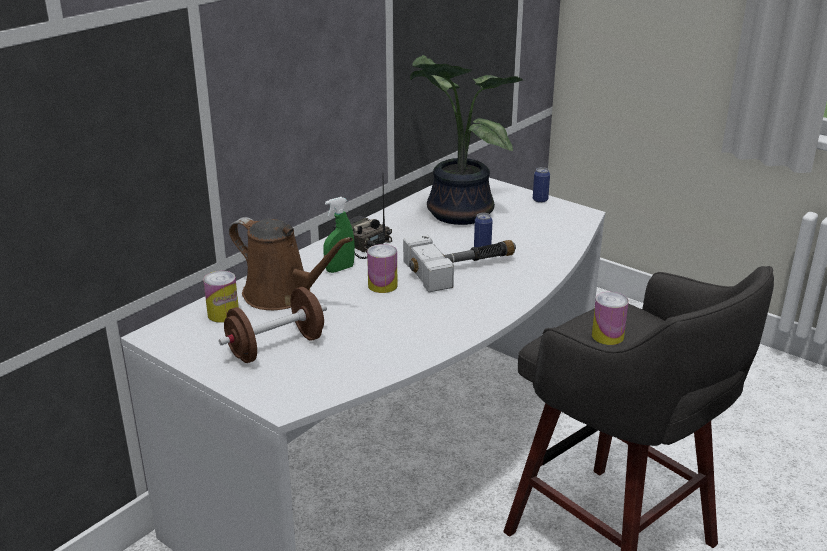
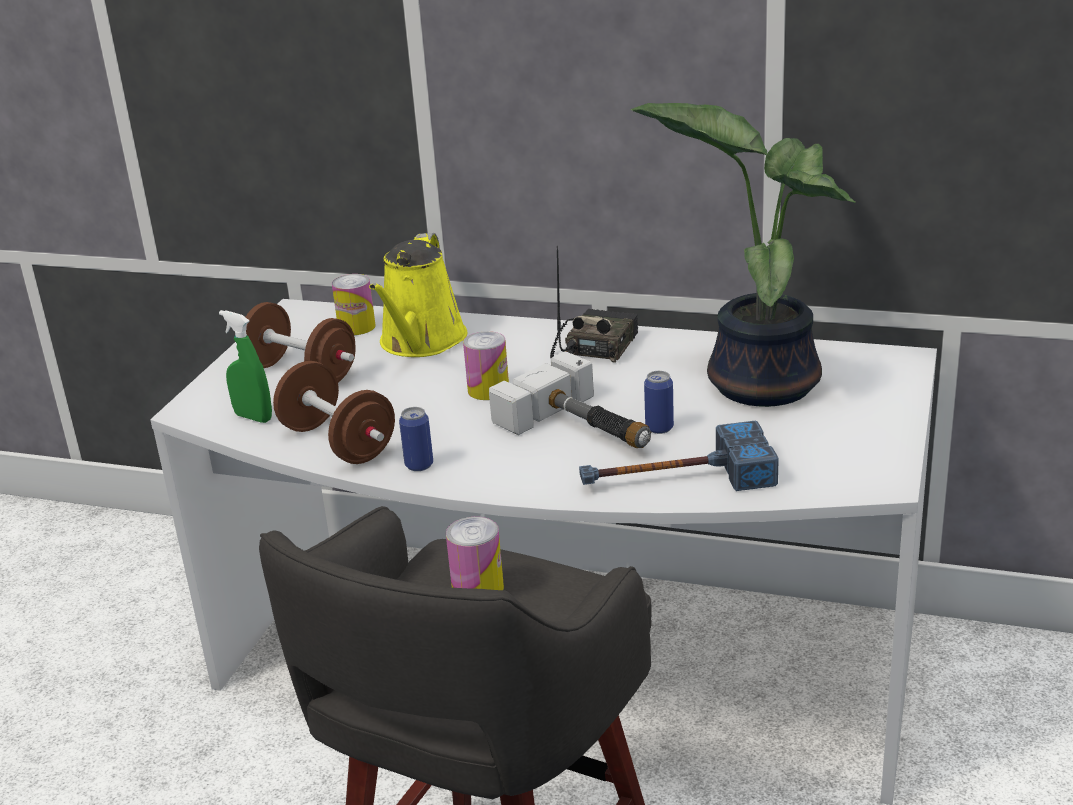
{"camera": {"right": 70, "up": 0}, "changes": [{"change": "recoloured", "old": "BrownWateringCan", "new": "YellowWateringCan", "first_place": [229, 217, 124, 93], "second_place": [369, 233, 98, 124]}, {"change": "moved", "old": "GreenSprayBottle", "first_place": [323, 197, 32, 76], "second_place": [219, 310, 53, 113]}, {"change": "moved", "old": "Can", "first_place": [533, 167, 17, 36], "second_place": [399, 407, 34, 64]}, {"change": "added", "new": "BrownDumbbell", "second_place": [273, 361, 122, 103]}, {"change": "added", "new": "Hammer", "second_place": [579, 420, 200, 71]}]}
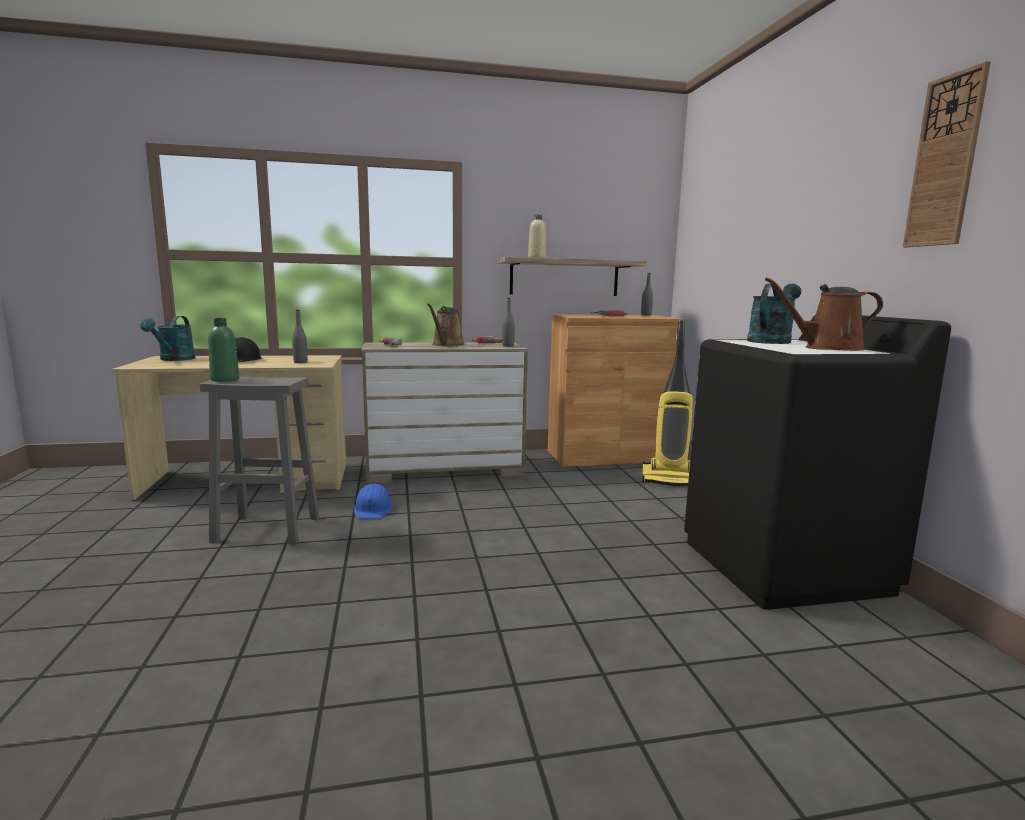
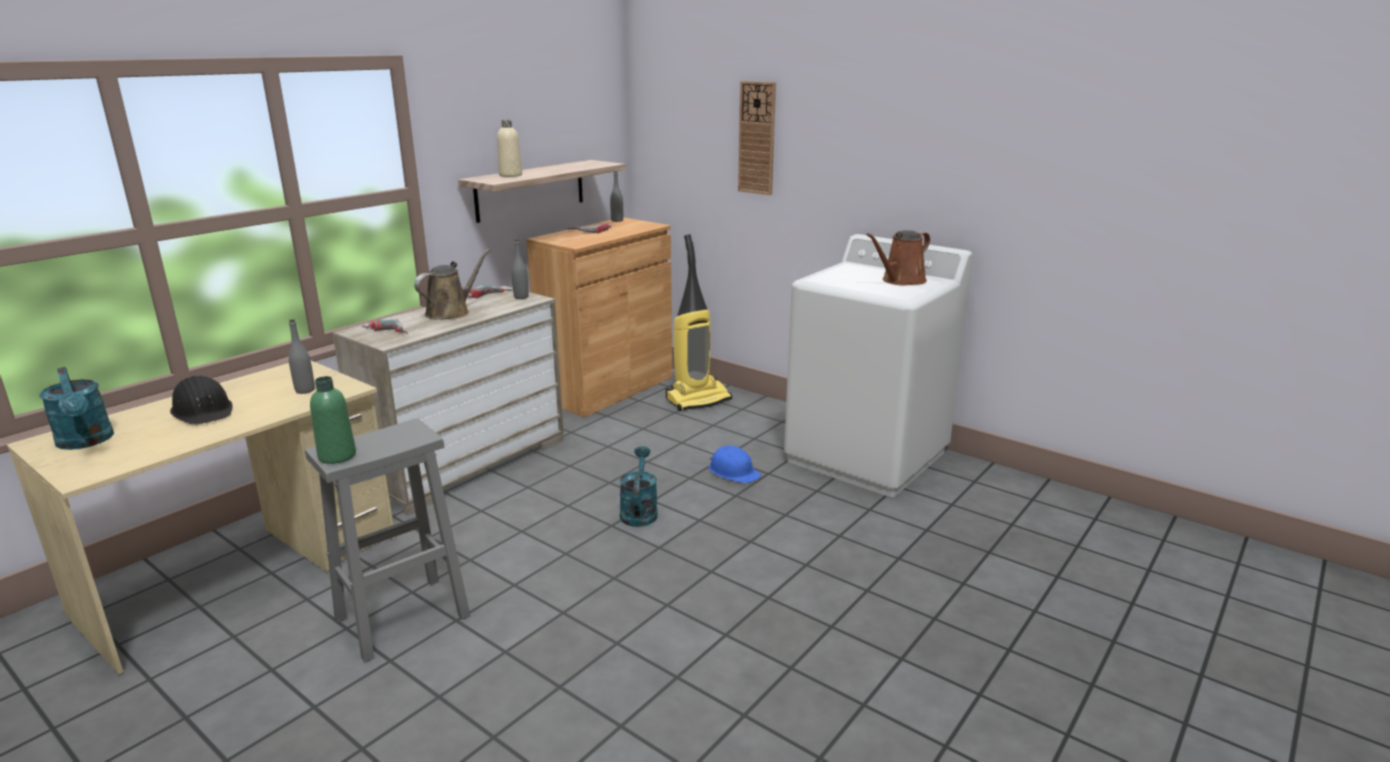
{"camera": {"right": -40, "up": 10}, "changes": [{"change": "moved", "old": "BlueHardHat", "first_place": [354, 483, 39, 35], "second_place": [709, 445, 52, 38]}, {"change": "turned", "old": "BrownWateringCan", "first_place": [427, 304, 38, 42], "second_place": [414, 249, 76, 71], "degrees": -120}, {"change": "recoloured", "old": "BlackWashingMachine", "new": "WhiteWashingMachine", "first_place": [684, 314, 267, 296], "second_place": [784, 234, 189, 263]}, {"change": "moved", "old": "TurquoiseWateringCan", "first_place": [747, 283, 54, 61], "second_place": [619, 446, 39, 81]}, {"change": "moved", "old": "WallClock", "first_place": [903, 61, 88, 186], "second_place": [738, 81, 38, 114]}]}
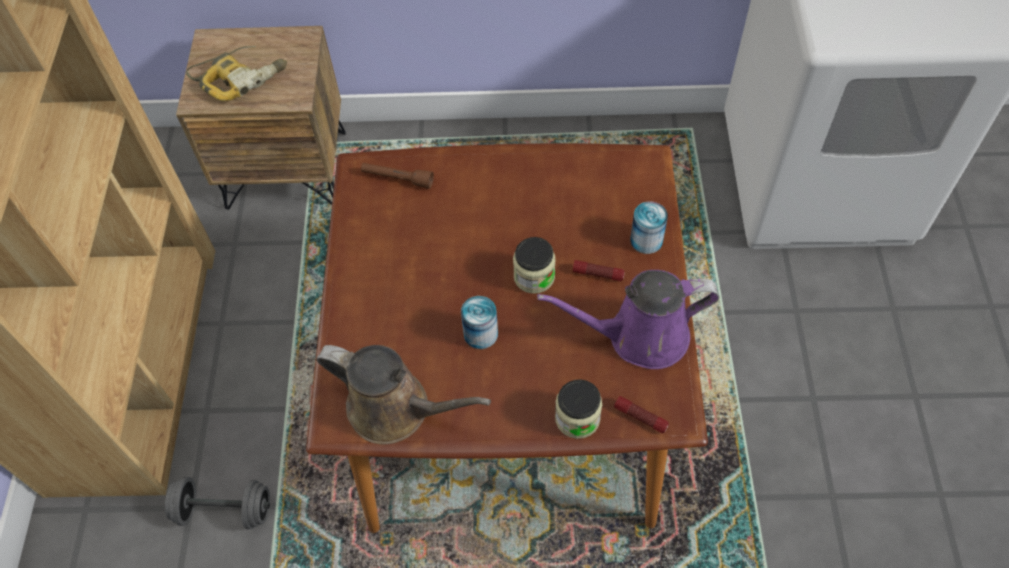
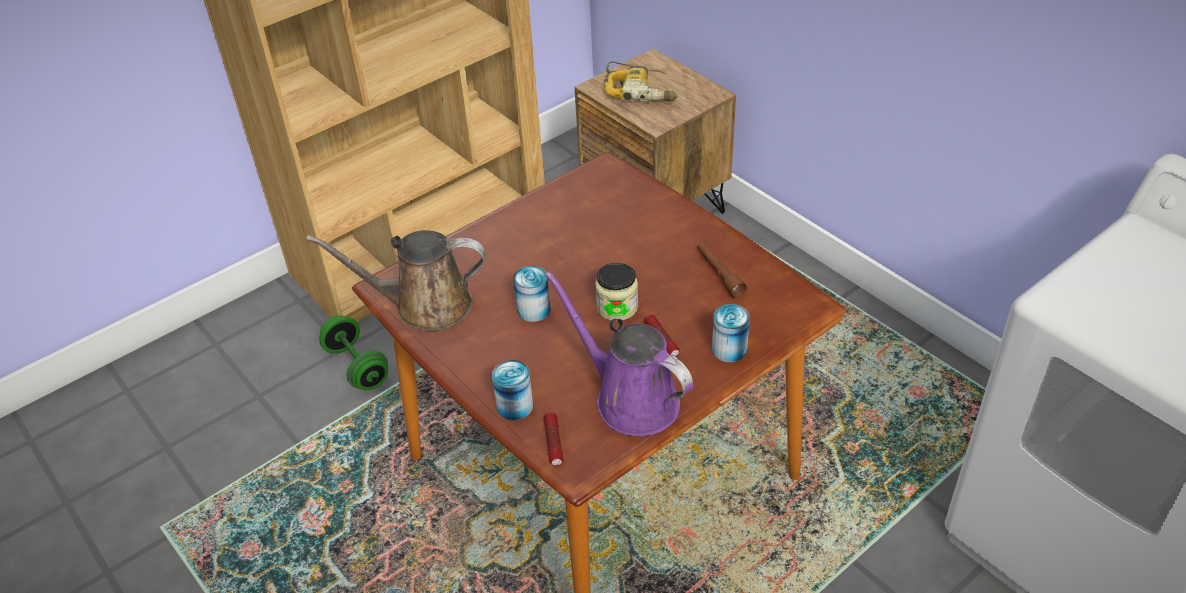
{"camera": {"right": 50, "up": -15}, "changes": [{"change": "recoloured", "old": "GreyDumbbell", "new": "GreenDumbbell", "first_place": [165, 477, 105, 52], "second_place": [319, 315, 69, 75]}, {"change": "turned", "old": "BrownWateringCan", "first_place": [316, 345, 175, 99], "second_place": [306, 230, 179, 101], "degrees": 105}, {"change": "moved", "old": "BrownFlashlight", "first_place": [361, 163, 73, 26], "second_place": [697, 242, 50, 56]}, {"change": "replaced", "old": "Jar", "new": "Can", "first_place": [555, 379, 47, 60], "second_place": [492, 360, 41, 61]}]}
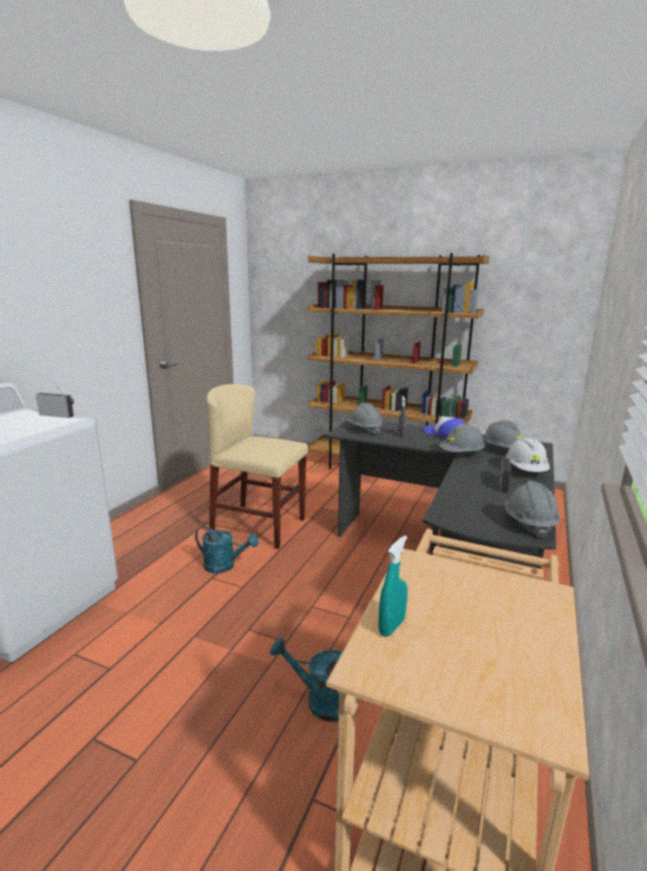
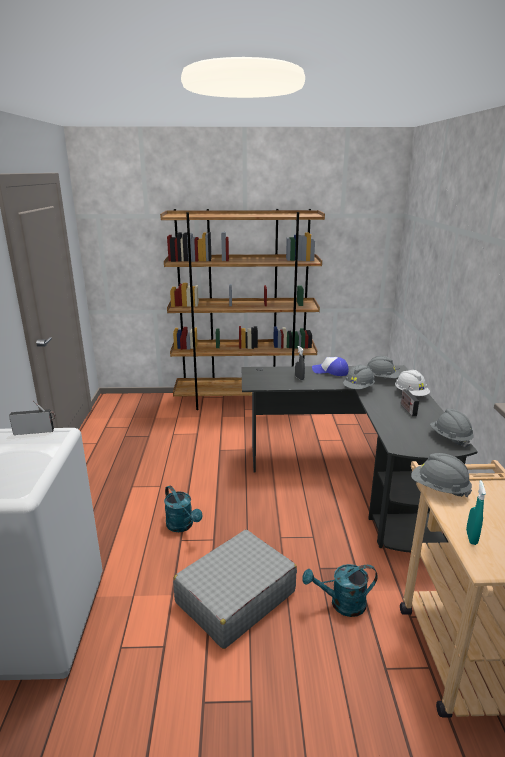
{"camera": {"right": -25, "up": 5}, "changes": [{"change": "turned", "old": "TurquoiseWateringCan", "first_place": [195, 526, 64, 47], "second_place": [164, 485, 38, 47], "degrees": 60}, {"change": "removed", "old": "BeigeChair", "first_place": [207, 384, 101, 165]}, {"change": "moved", "old": "GreyHardHat", "first_place": [347, 403, 36, 32], "second_place": [411, 453, 61, 44]}, {"change": "added", "new": "GreySuitcase", "second_place": [173, 530, 124, 119]}]}
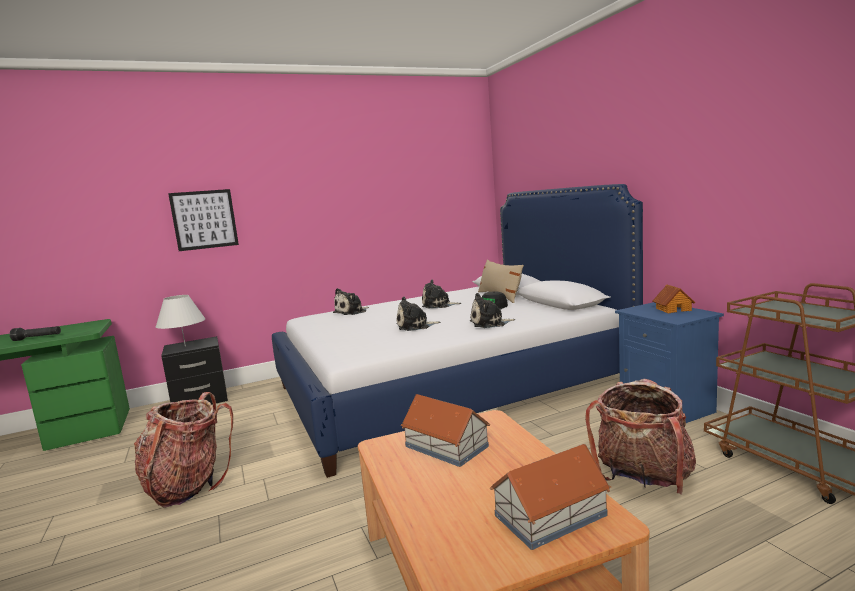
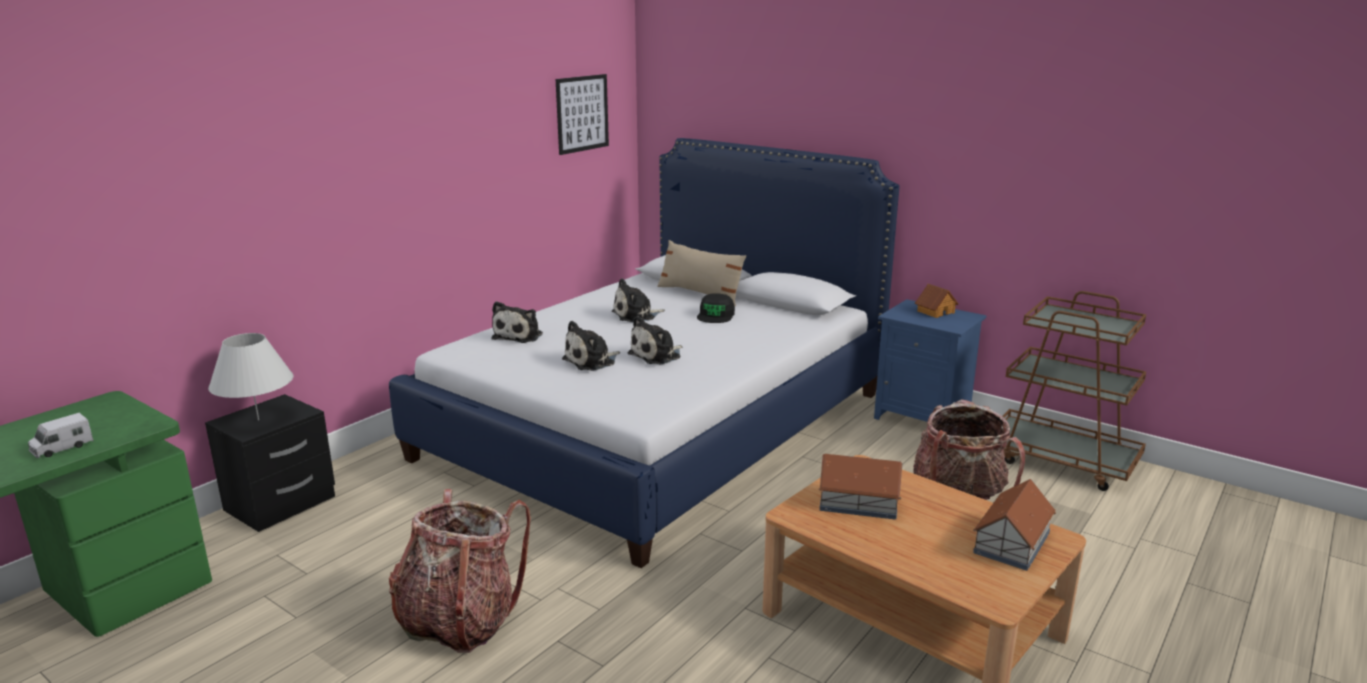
{"camera": {"right": -30, "up": 10}, "changes": [{"change": "replaced", "old": "BlackFlashlight", "new": "ToyTruck", "first_place": [10, 326, 51, 15], "second_place": [28, 413, 65, 45]}, {"change": "moved", "old": "Picture", "first_place": [168, 189, 71, 62], "second_place": [556, 74, 53, 81]}, {"change": "moved", "old": "PlushToy", "first_place": [470, 293, 45, 35], "second_place": [562, 321, 58, 50]}]}
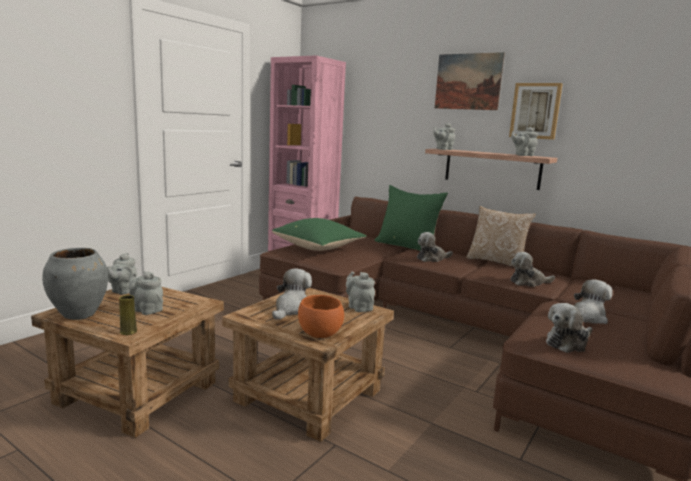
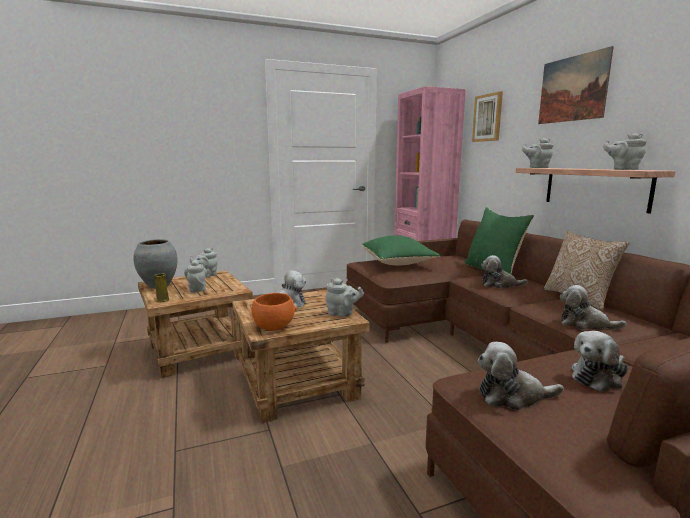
{"camera": {"right": 35, "up": 0}, "changes": [{"change": "turned", "old": "GreyTeapot", "first_place": [346, 271, 29, 41], "second_place": [326, 278, 38, 39], "degrees": 105}, {"change": "moved", "old": "Picture", "first_place": [509, 83, 54, 57], "second_place": [472, 91, 31, 51]}, {"change": "turned", "old": "PlushToy", "first_place": [574, 279, 39, 45], "second_place": [572, 331, 56, 61], "degrees": 150}]}
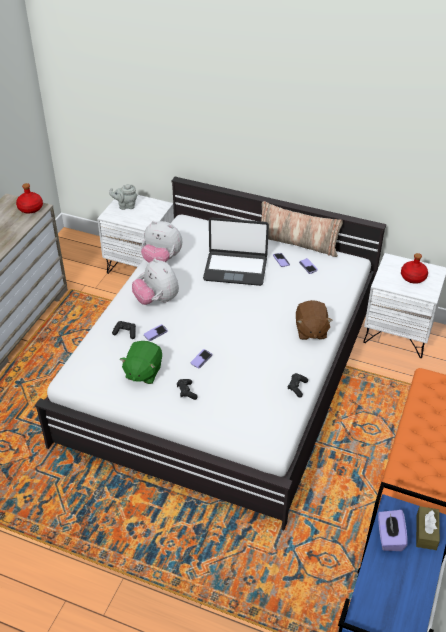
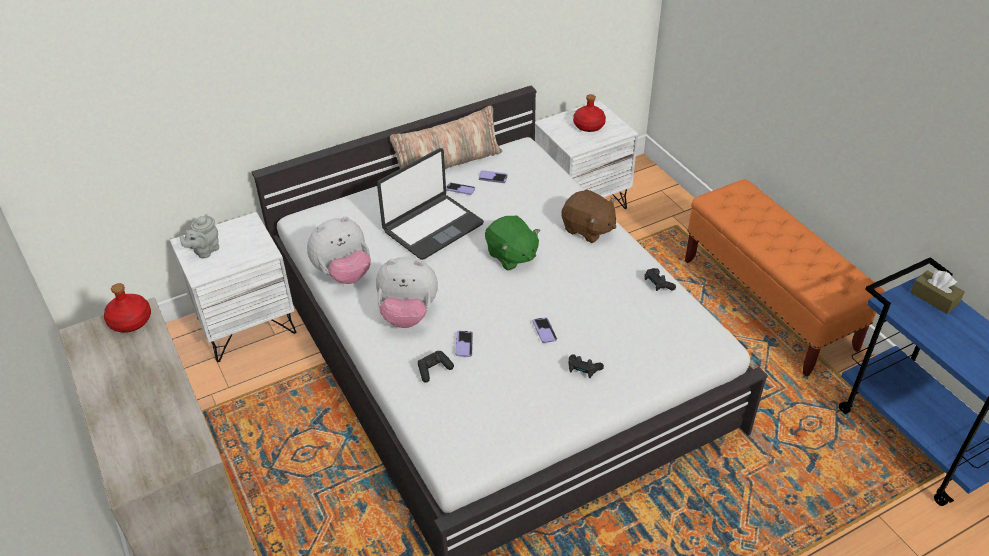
{"camera": {"right": -50, "up": 0}, "changes": [{"change": "moved", "old": "GreenPlushToy", "first_place": [120, 341, 42, 43], "second_place": [485, 215, 56, 55]}, {"change": "removed", "old": "PurpleTissueBox", "first_place": [378, 510, 29, 41]}]}
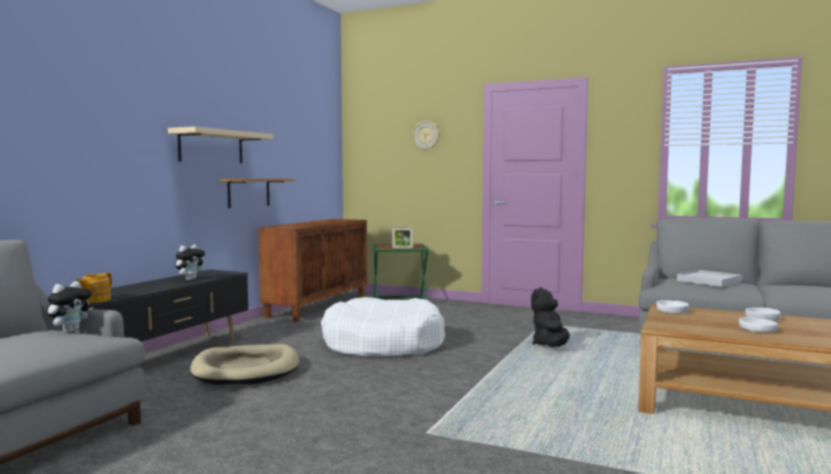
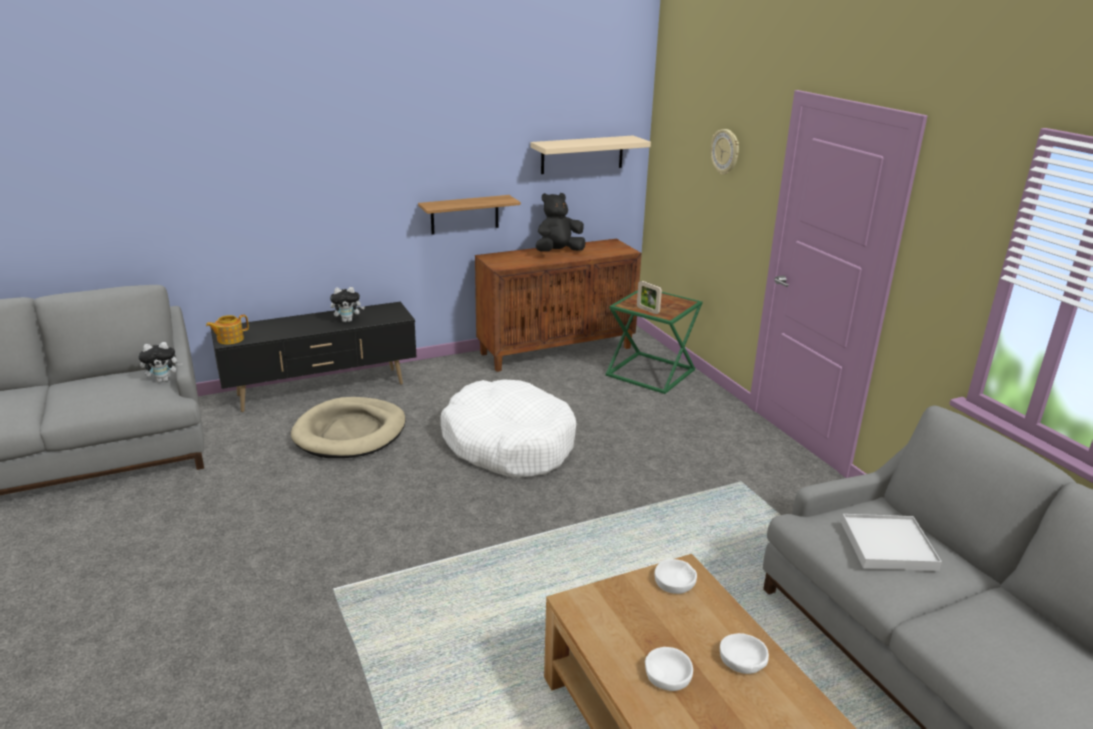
{"camera": {"right": 40, "up": 20}, "changes": [{"change": "moved", "old": "BeigeShelf", "first_place": [168, 127, 105, 36], "second_place": [530, 136, 121, 38]}, {"change": "moved", "old": "BlackPlushToy", "first_place": [531, 287, 39, 60], "second_place": [536, 193, 49, 58]}]}
